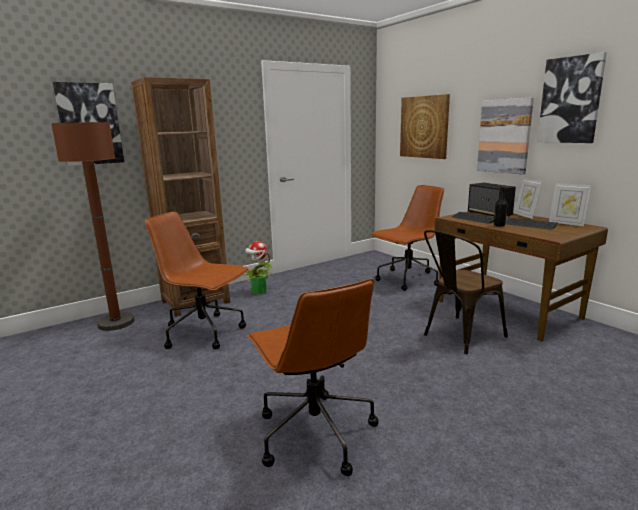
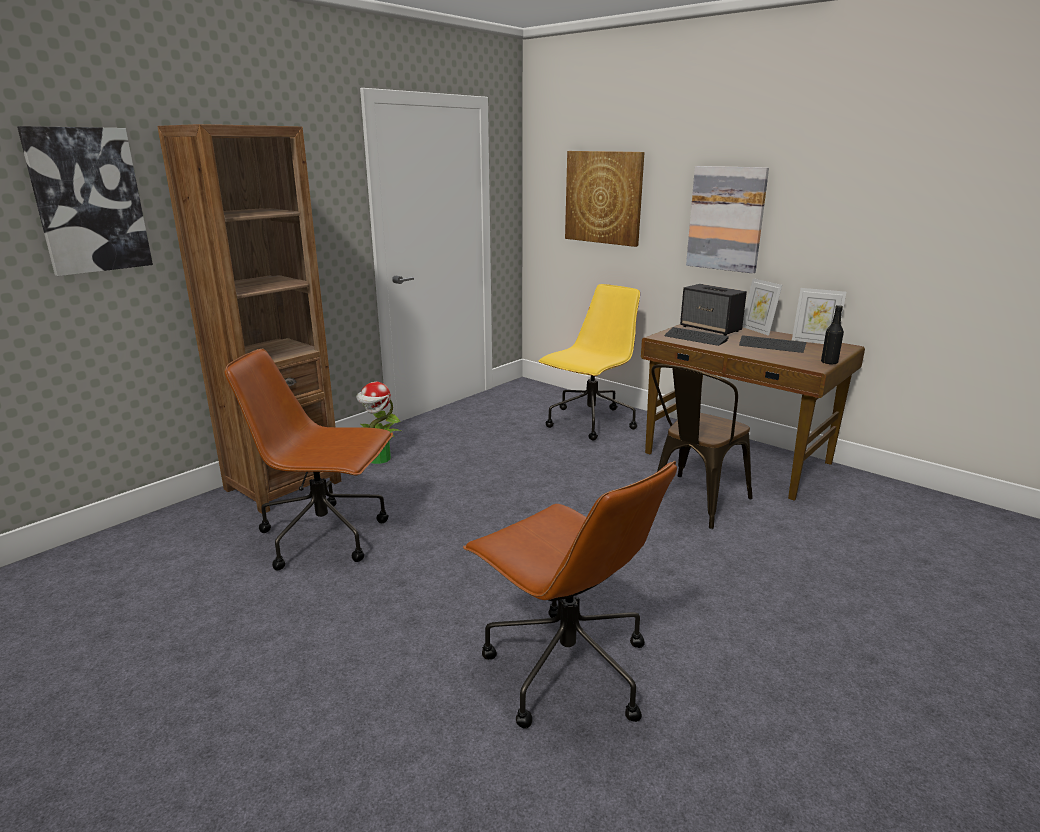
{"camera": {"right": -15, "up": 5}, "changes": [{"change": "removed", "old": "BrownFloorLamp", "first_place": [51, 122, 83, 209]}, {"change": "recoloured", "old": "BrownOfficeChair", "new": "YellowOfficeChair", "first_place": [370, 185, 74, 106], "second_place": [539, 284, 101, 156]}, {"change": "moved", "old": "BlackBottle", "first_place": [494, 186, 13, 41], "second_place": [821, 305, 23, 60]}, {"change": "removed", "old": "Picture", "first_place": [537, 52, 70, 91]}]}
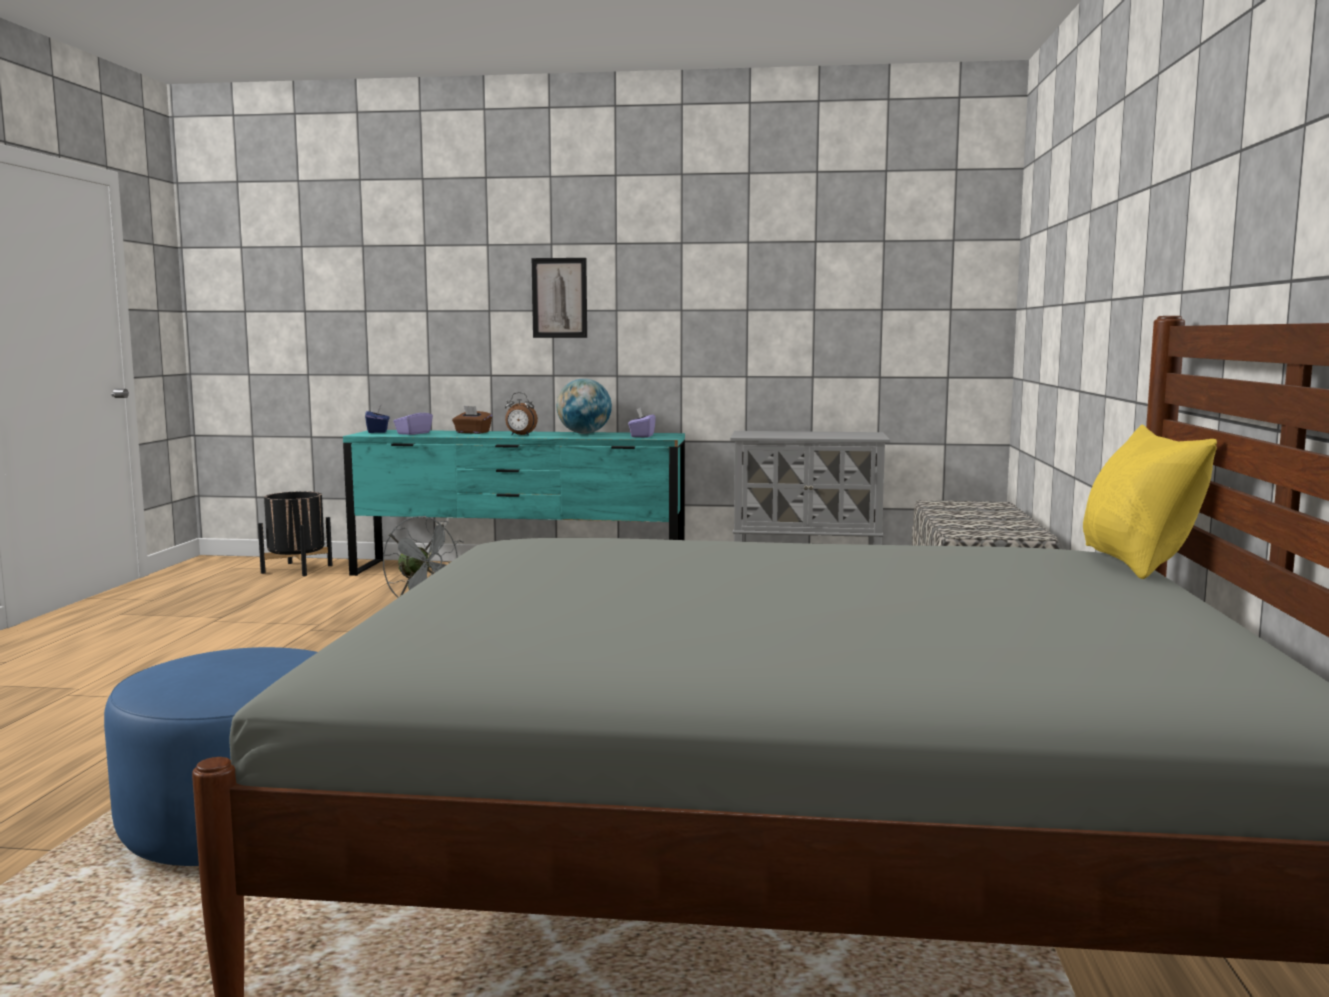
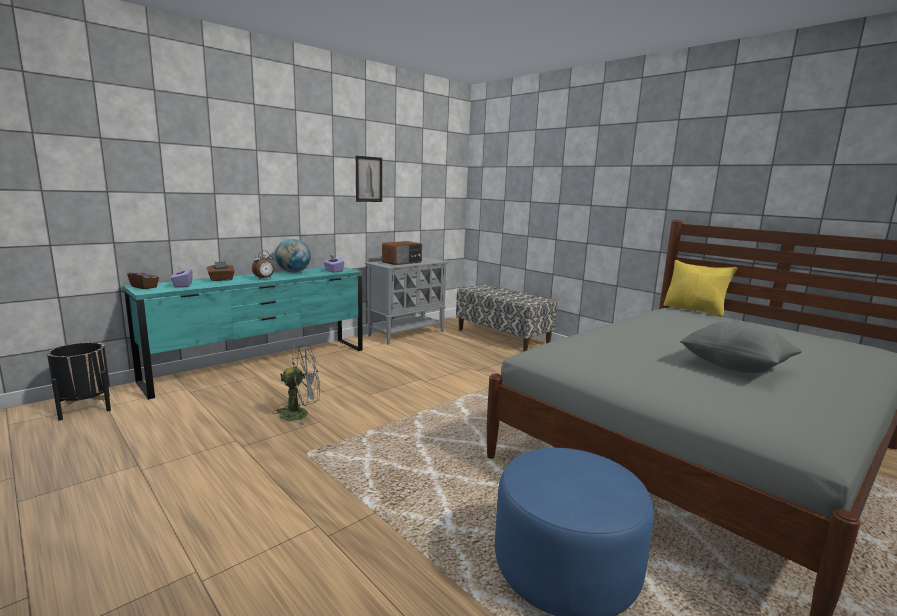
{"camera": {"right": -50, "up": 5}, "changes": [{"change": "recoloured", "old": "BlueTissueBox", "new": "BrownTissueBox", "first_place": [365, 405, 24, 28], "second_place": [127, 266, 32, 23]}, {"change": "moved", "old": "Picture", "first_place": [532, 258, 55, 80], "second_place": [356, 156, 26, 46]}, {"change": "added", "new": "Radio", "second_place": [382, 241, 40, 24]}, {"change": "added", "new": "GreyPillow", "second_place": [680, 322, 122, 51]}]}
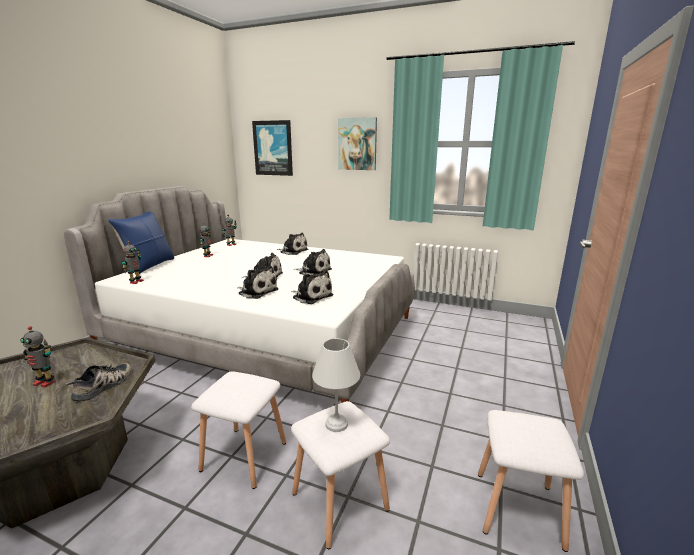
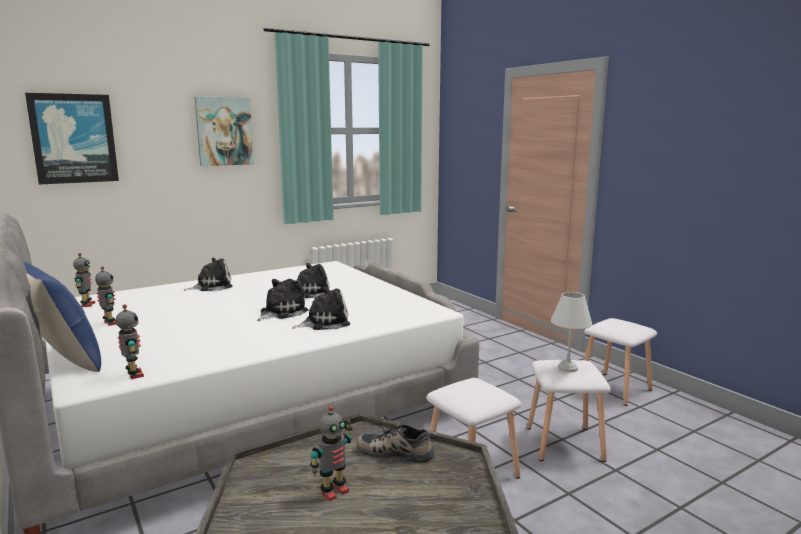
{"camera": {"right": -55, "up": -5}, "changes": [{"change": "turned", "old": "Shoe", "first_place": [66, 363, 66, 39], "second_place": [357, 424, 80, 39], "degrees": -45}, {"change": "removed", "old": "PlushToy", "first_place": [291, 270, 42, 34]}]}
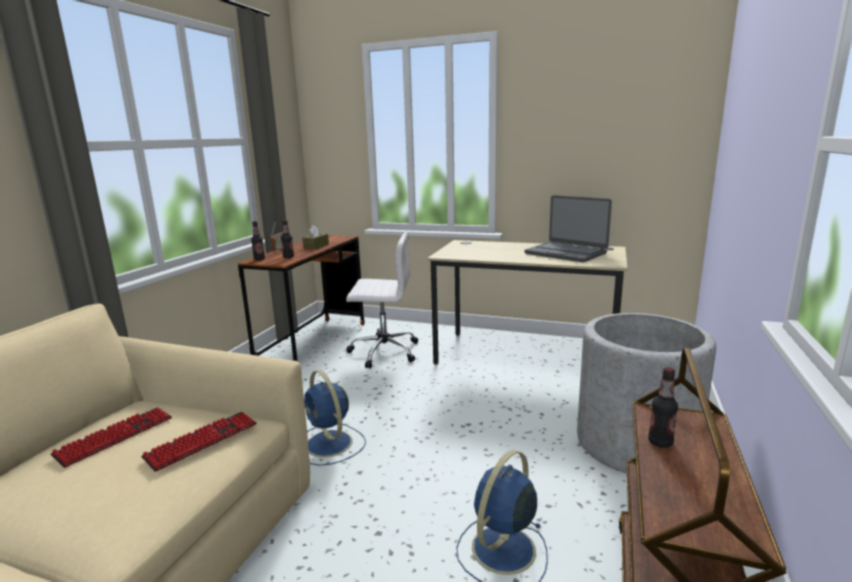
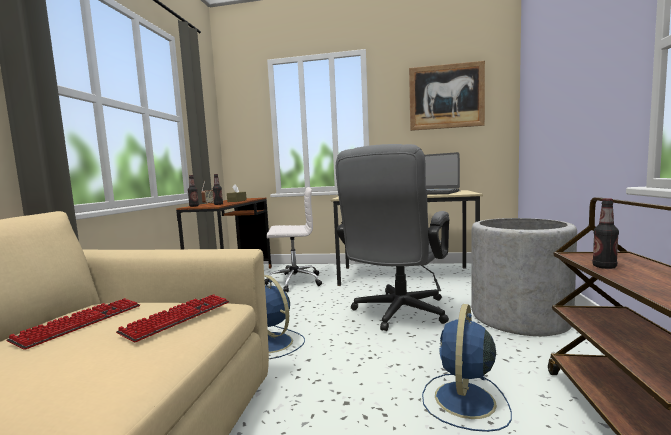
{"camera": {"right": -10, "up": -10}, "changes": [{"change": "added", "new": "GreyOfficeChair", "second_place": [336, 144, 113, 187]}, {"change": "added", "new": "Picture", "second_place": [409, 61, 76, 70]}]}
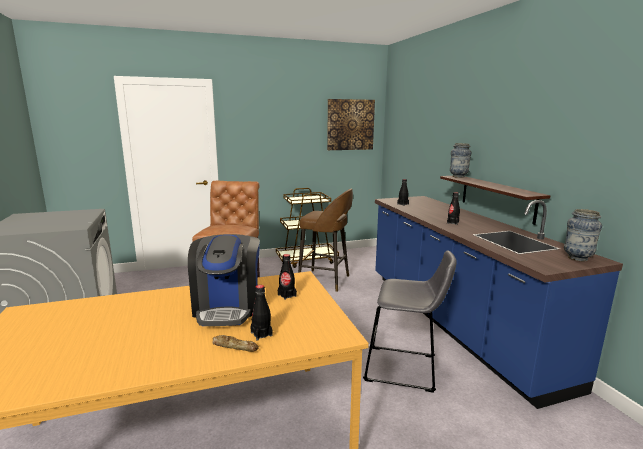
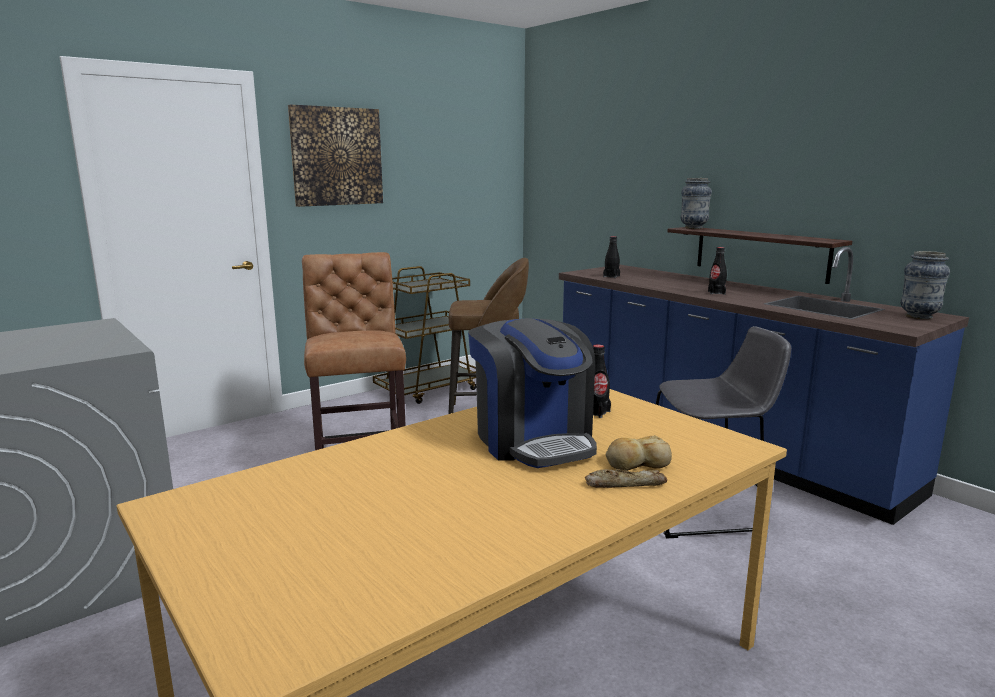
{"camera": {"right": -20, "up": 0}, "changes": [{"change": "replaced", "old": "BlackBottle", "new": "Bread", "first_place": [250, 285, 23, 55], "second_place": [605, 435, 67, 36]}, {"change": "moved", "old": "Picture", "first_place": [327, 99, 48, 51], "second_place": [288, 104, 95, 103]}]}
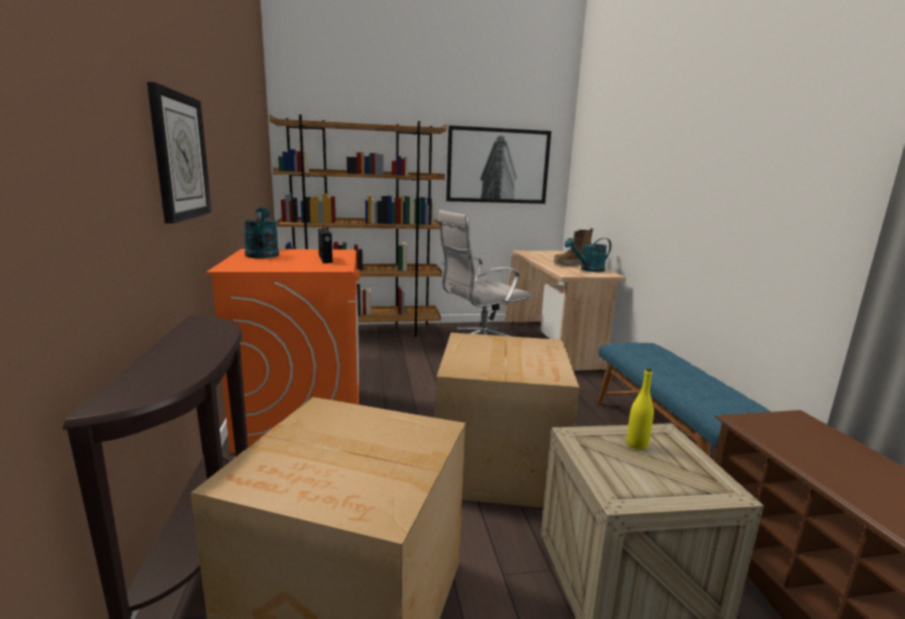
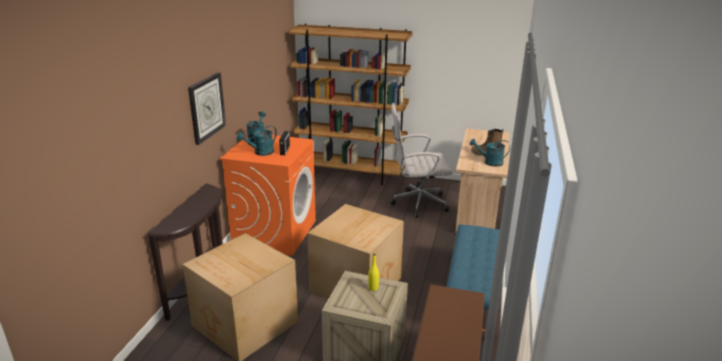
{"camera": {"right": 25, "up": 10}, "changes": [{"change": "removed", "old": "Picture", "first_place": [446, 125, 105, 79]}, {"change": "added", "new": "TurquoiseWateringCan", "second_place": [237, 125, 40, 31]}]}
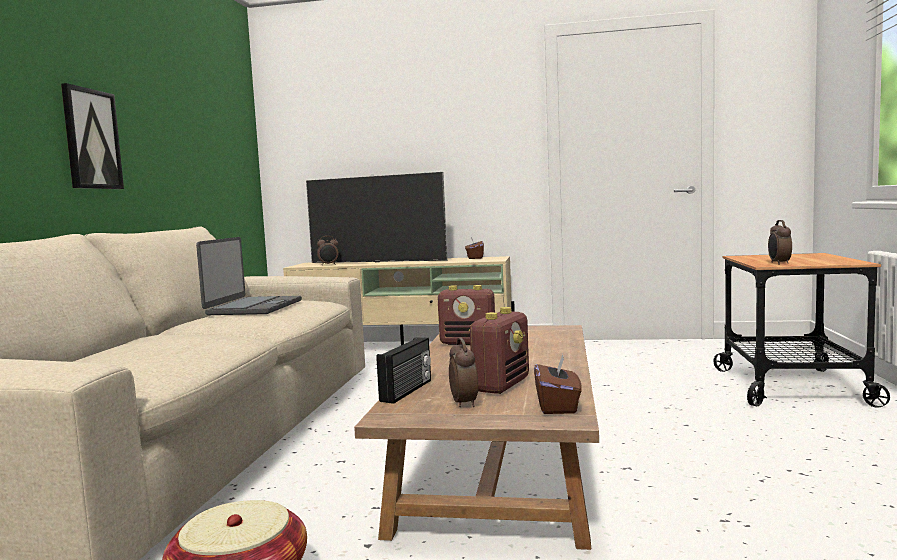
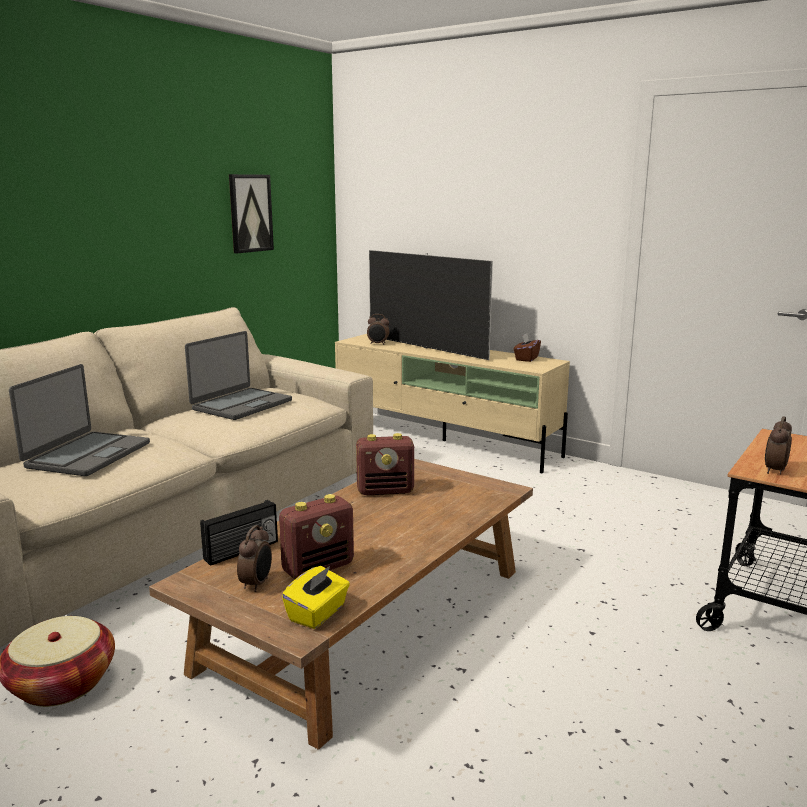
{"camera": {"right": 25, "up": 10}, "changes": [{"change": "moved", "old": "Picture", "first_place": [61, 83, 63, 106], "second_place": [229, 174, 45, 79]}, {"change": "turned", "old": "Radio", "first_place": [438, 285, 57, 60], "second_place": [356, 433, 58, 62], "degrees": -45}, {"change": "recoloured", "old": "BrownTissueBox", "new": "YellowTissueBox", "first_place": [534, 354, 48, 60], "second_place": [282, 566, 68, 63]}, {"change": "added", "new": "Laptop", "second_place": [9, 364, 141, 112]}]}
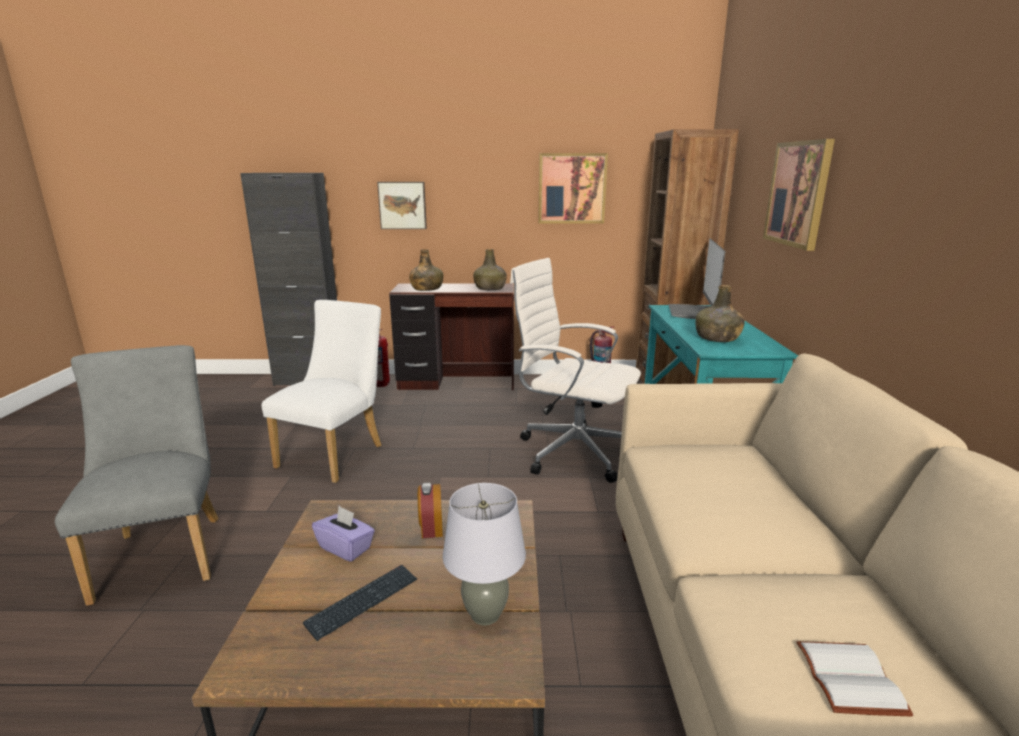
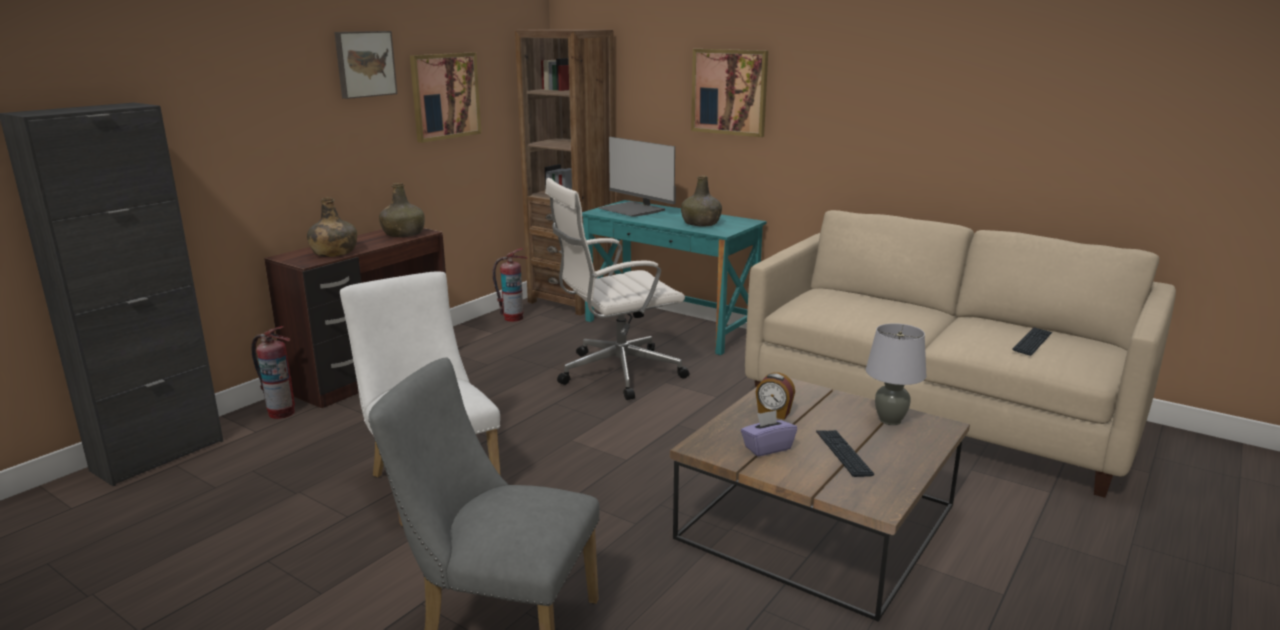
{"camera": {"right": -55, "up": 0}, "changes": [{"change": "moved", "old": "Picture", "first_place": [377, 182, 50, 47], "second_place": [334, 31, 63, 68]}, {"change": "replaced", "old": "WhiteBook", "new": "Keyboard", "first_place": [796, 641, 118, 76], "second_place": [1012, 327, 40, 29]}]}
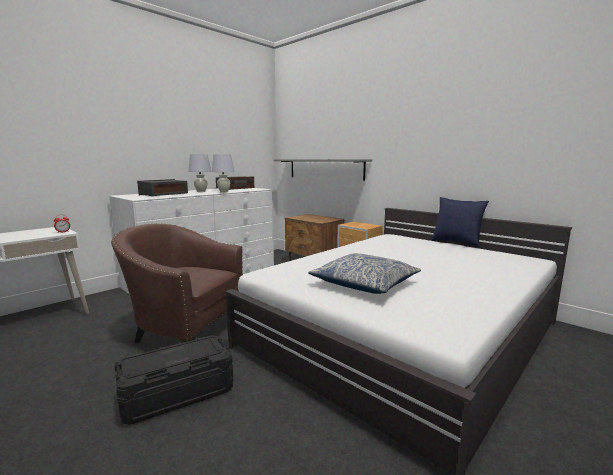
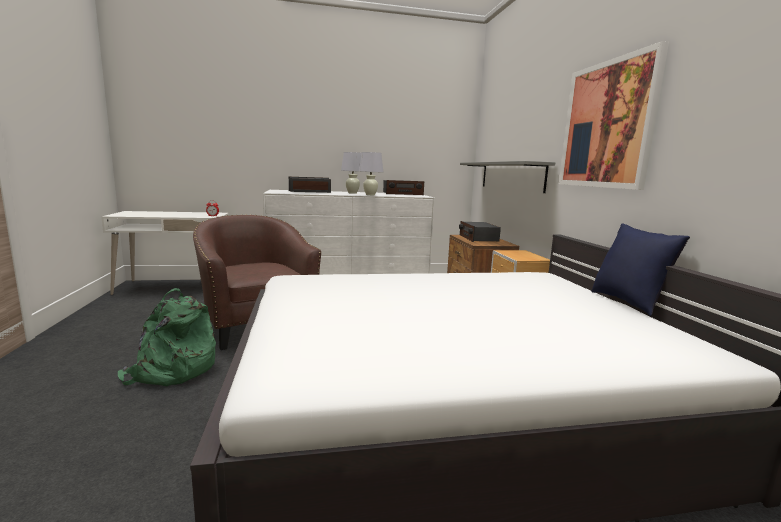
{"camera": {"right": 35, "up": 0}, "changes": [{"change": "replaced", "old": "BlackStorageBox", "new": "GreenBackpack", "first_place": [114, 335, 119, 90], "second_place": [117, 288, 99, 98]}, {"change": "removed", "old": "Pillow", "first_place": [308, 253, 113, 41]}, {"change": "added", "new": "Radio", "second_place": [459, 221, 42, 21]}, {"change": "added", "new": "Picture", "second_place": [559, 41, 110, 149]}]}
